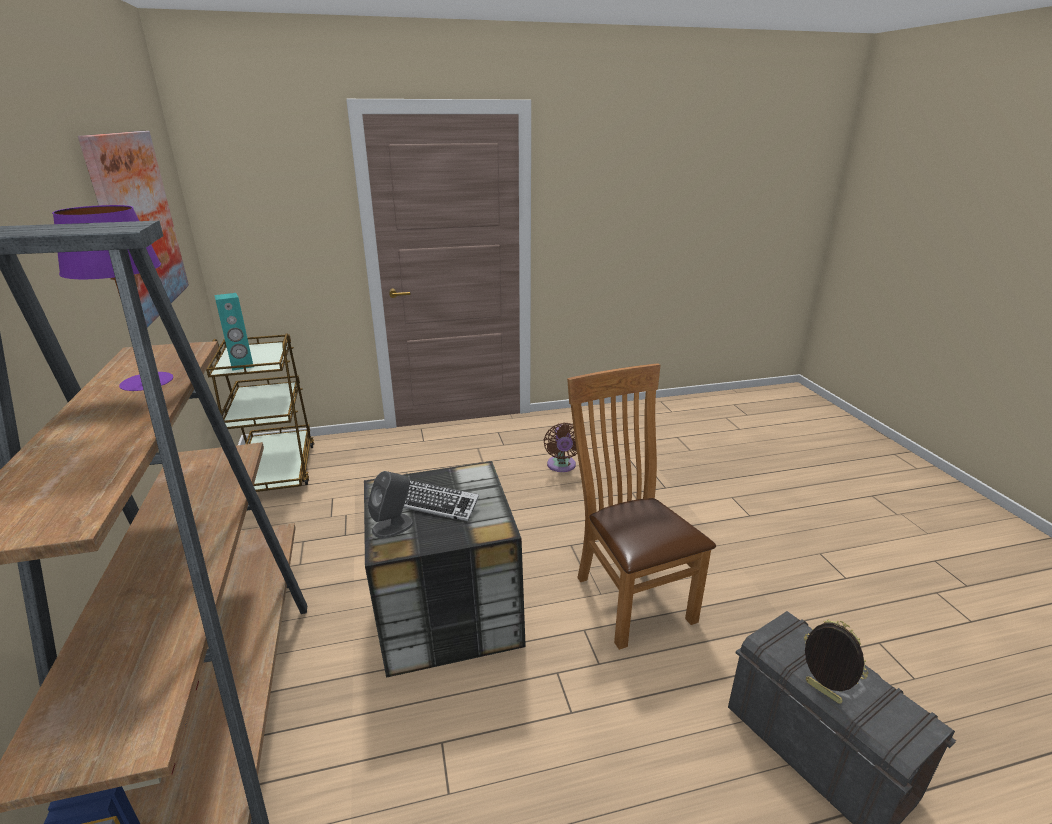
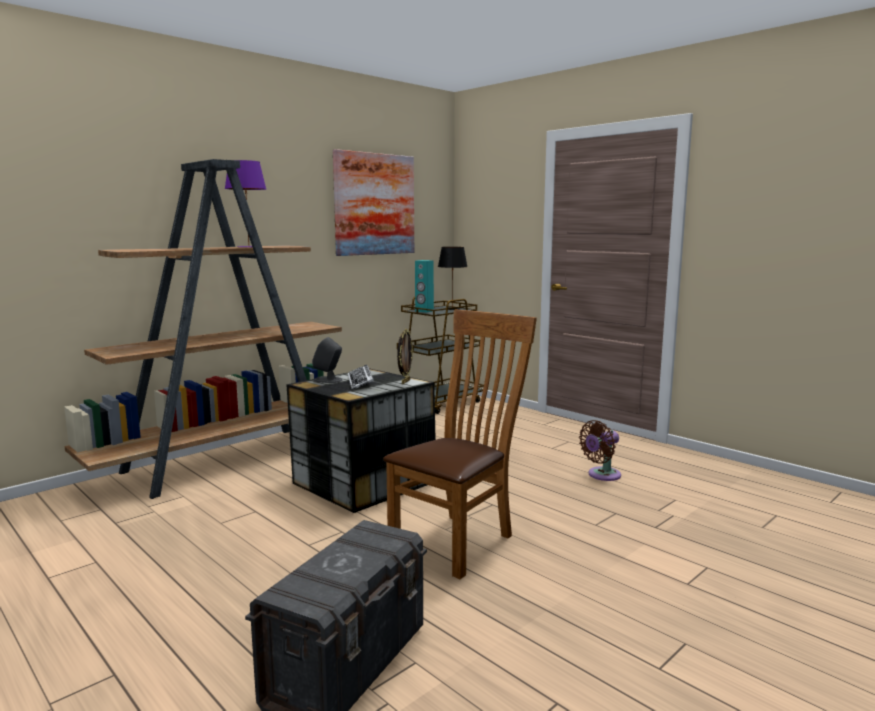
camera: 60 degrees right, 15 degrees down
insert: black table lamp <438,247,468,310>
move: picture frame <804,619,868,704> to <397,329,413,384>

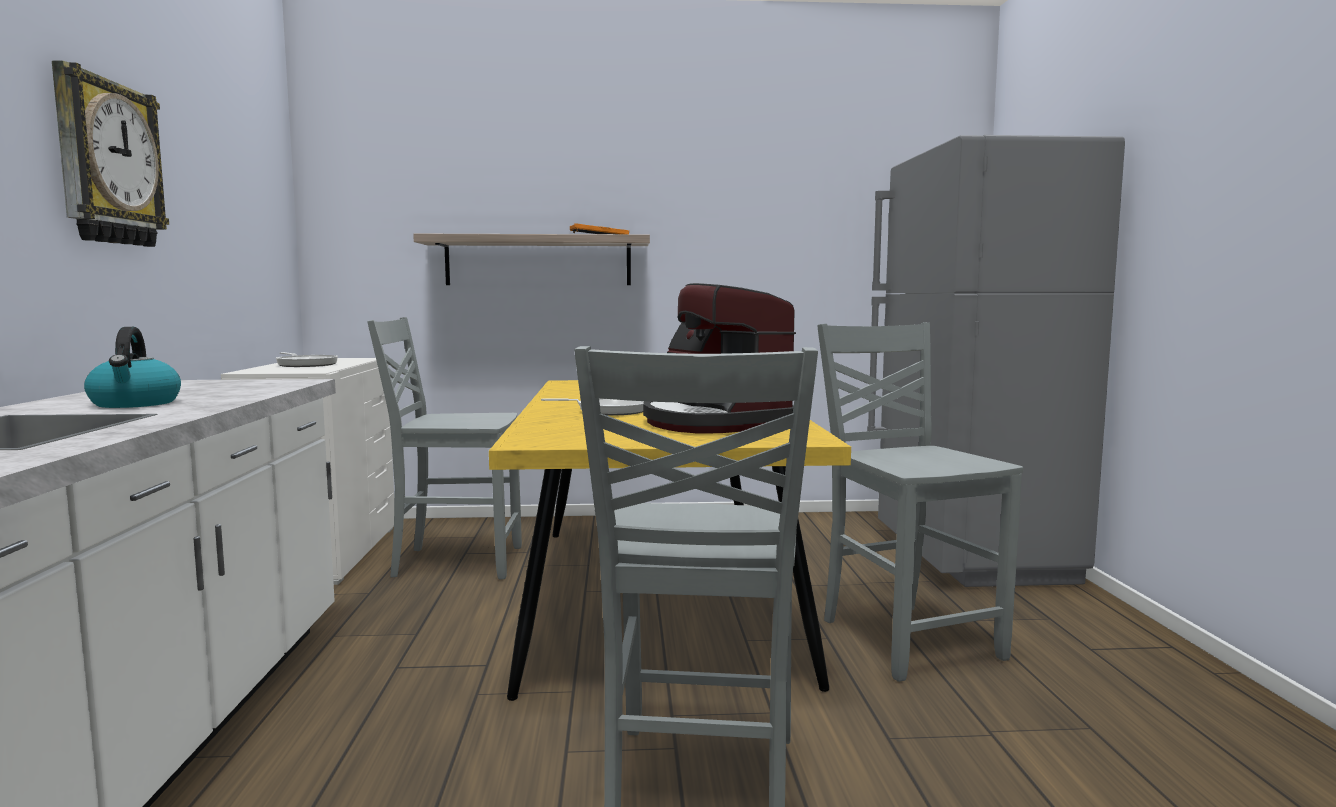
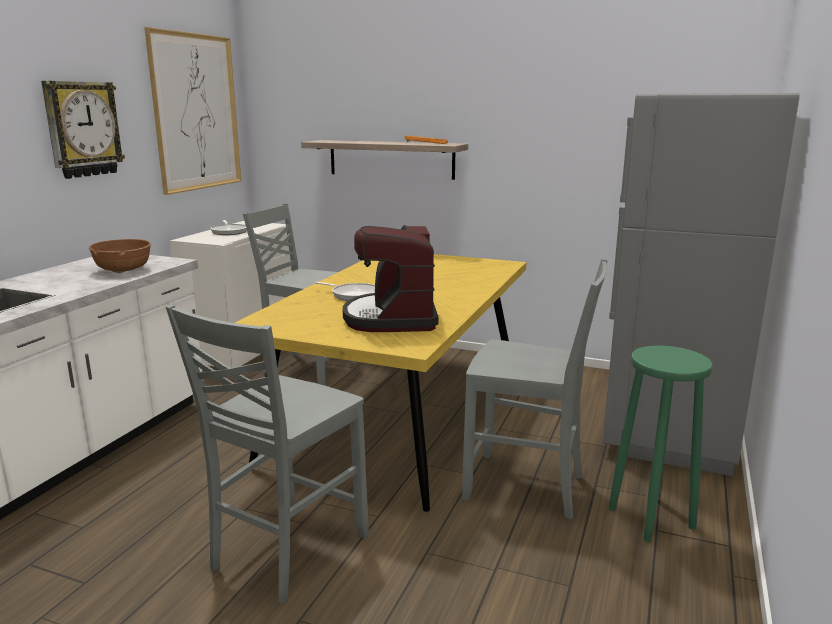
camera: 25 degrees right, 10 degrees up
delete: kettle <84,327,181,408>
insert: picture <144,27,241,195>; brown bowl <89,239,151,273>; green stool <608,346,713,542>
rotate: grey chair <817,322,1023,682> = <462,259,608,520> 105 degrees clockwise

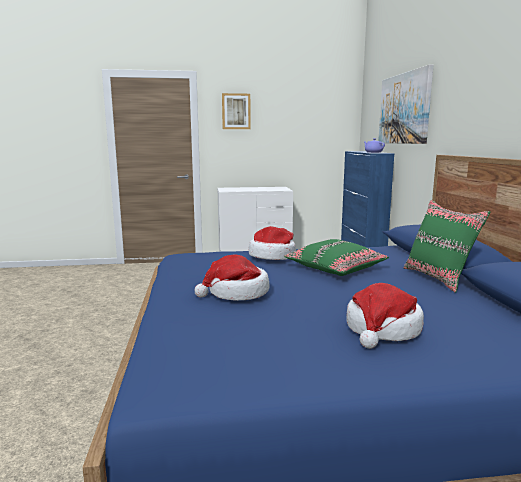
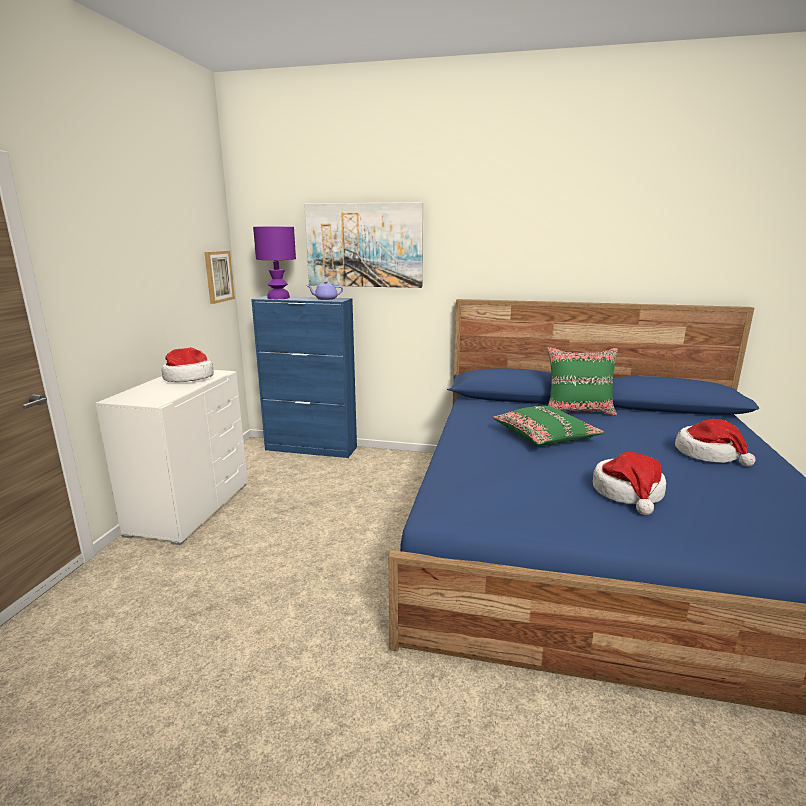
camera: 70 degrees left, 5 degrees up
insert: purple table lamp <253,227,296,299>
move: picture <222,93,251,129> to <204,251,235,304>; hat <249,226,296,260> to <162,347,214,382>

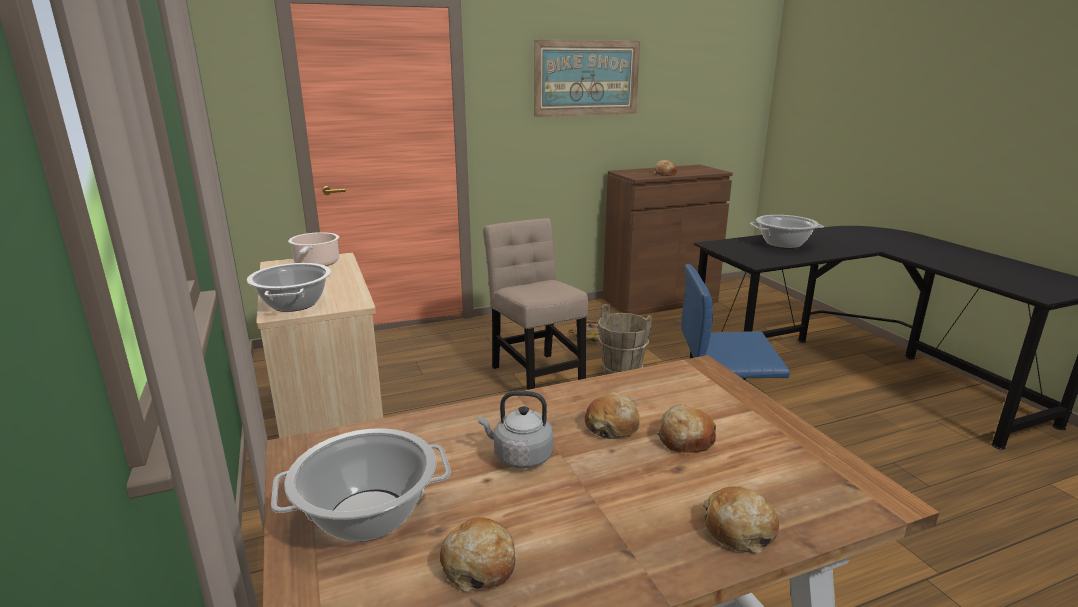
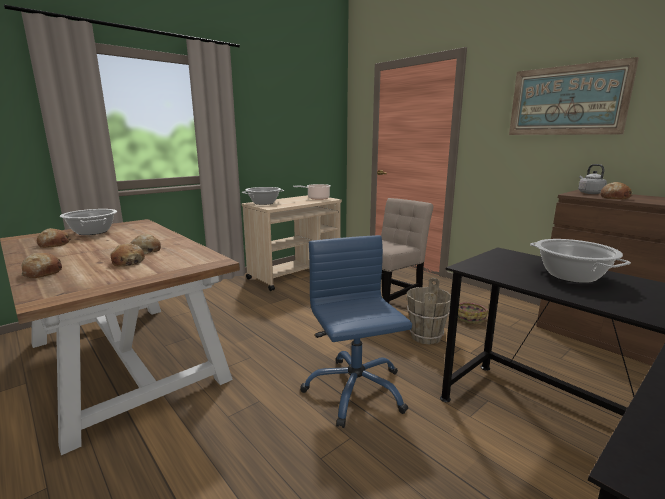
camera: 70 degrees right, 5 degrees down
move: grey kettle <478,391,553,468> to <578,164,607,194>

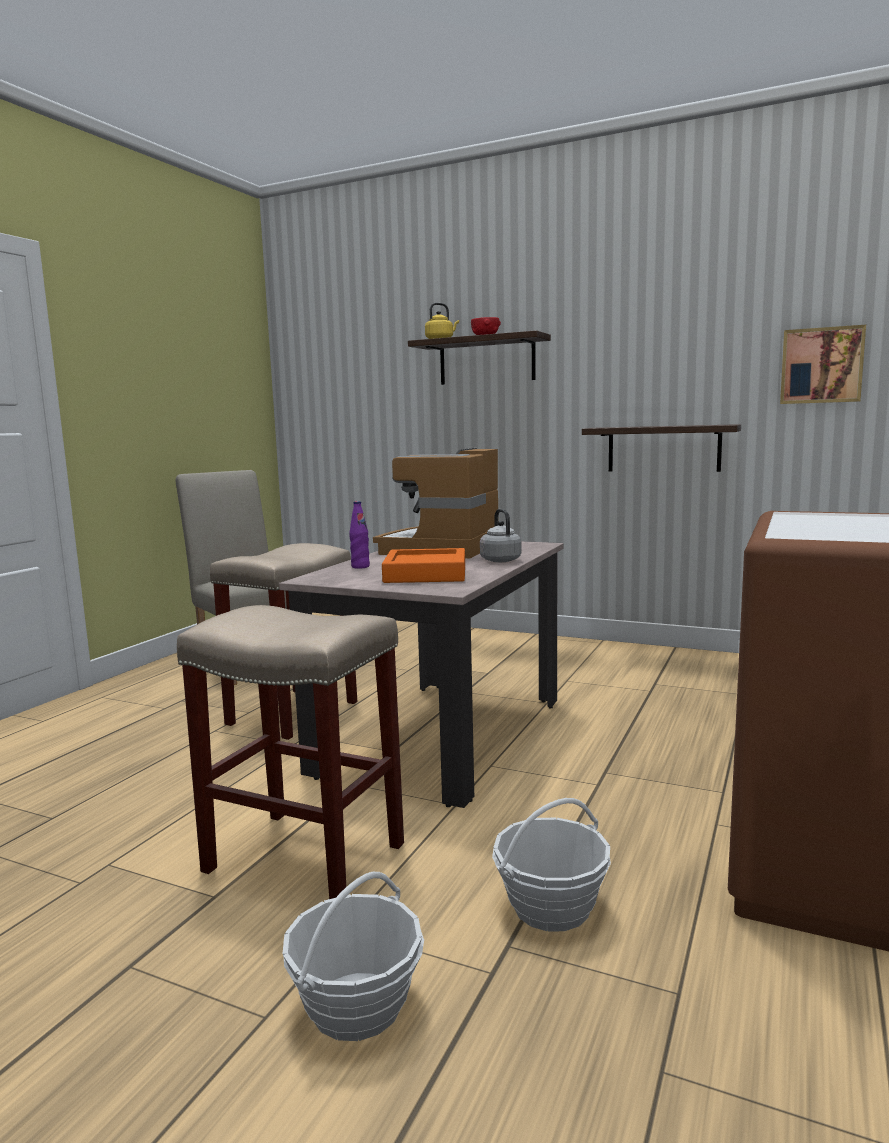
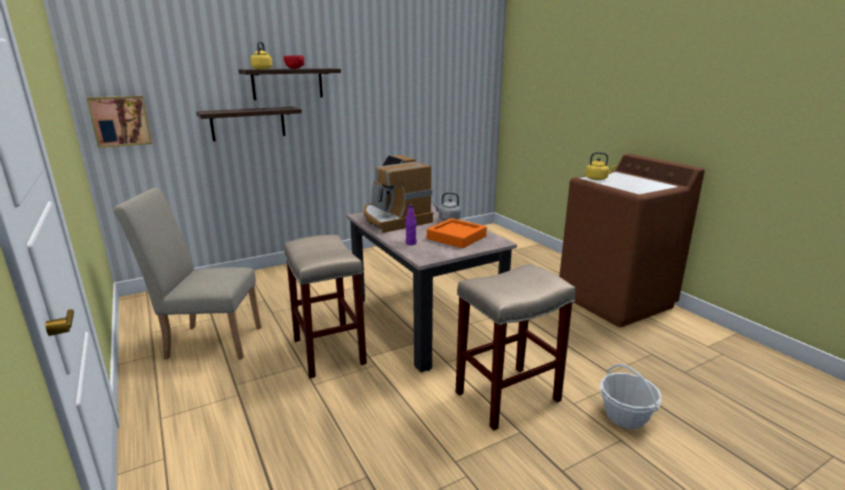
camera: 55 degrees left, 10 degrees up
delete: basket <492,798,611,931>
insert: yellow kettle <585,152,617,180>
move: picture <780,325,866,404> to <87,96,152,148>; shelf <582,424,741,472> to <196,107,302,141>

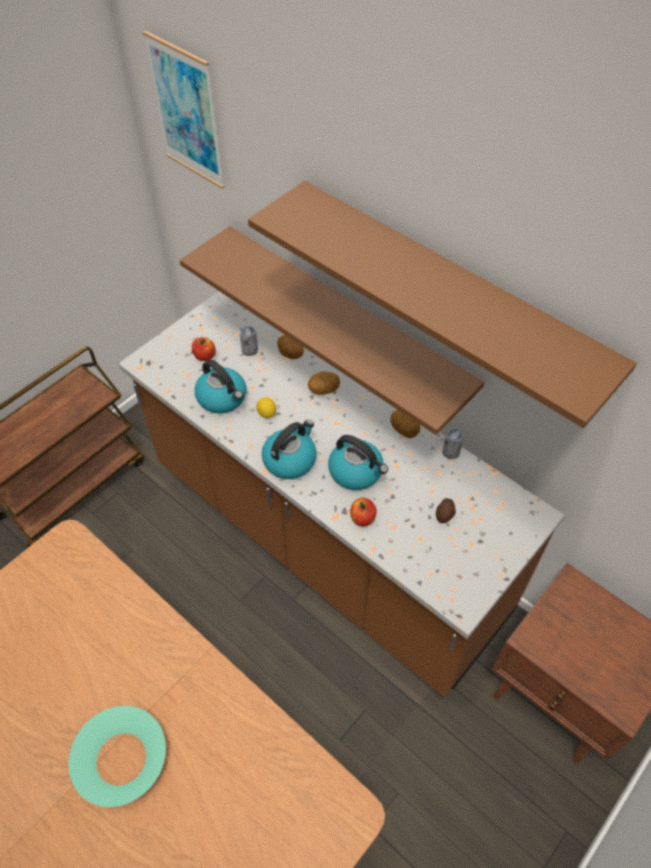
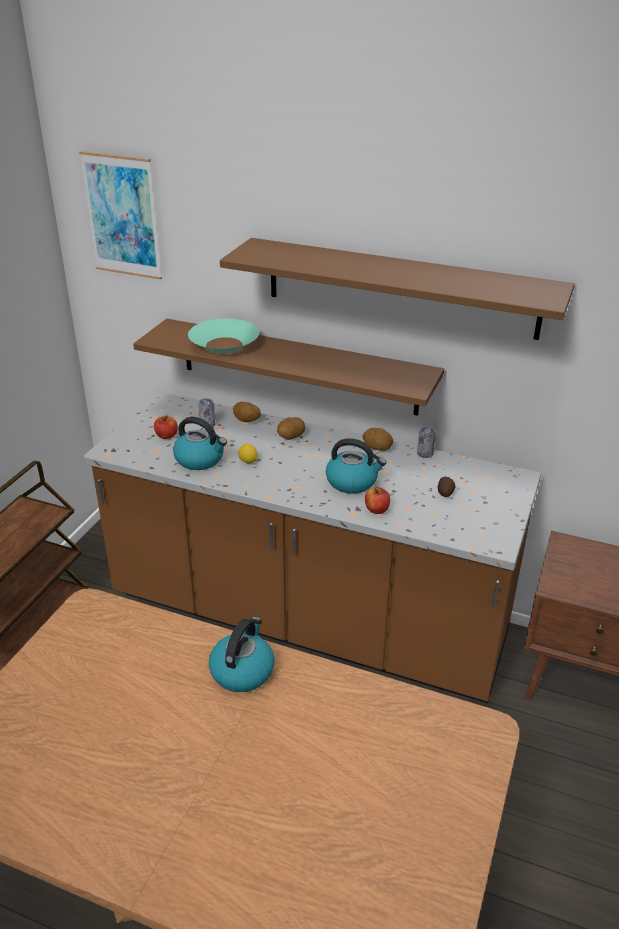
camera: 20 degrees left, 20 degrees down
move: kettle <262,420,317,479> to <209,617,274,692>; turquoise bowl <69,706,166,807> to <188,319,259,353>

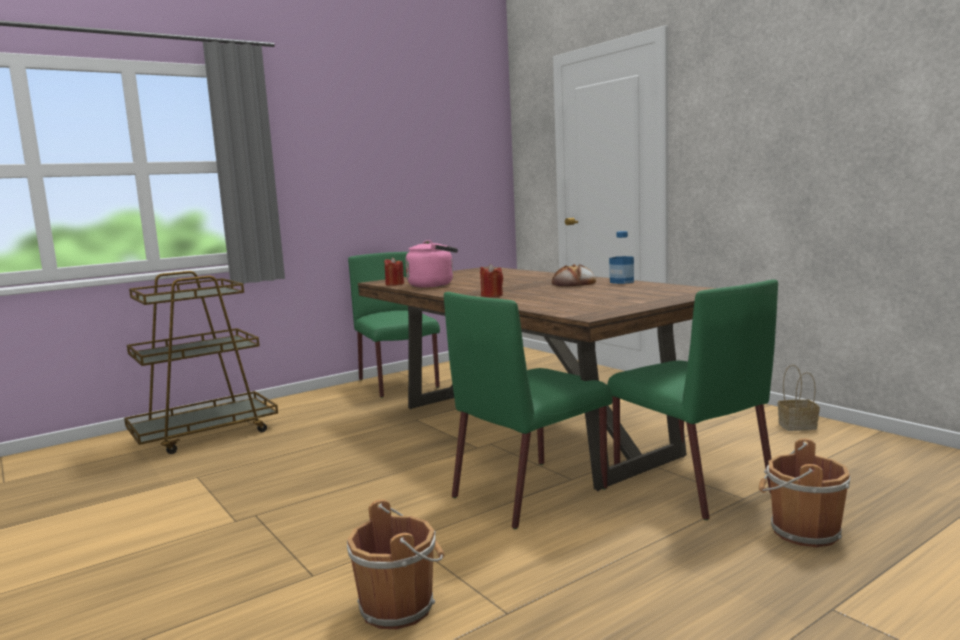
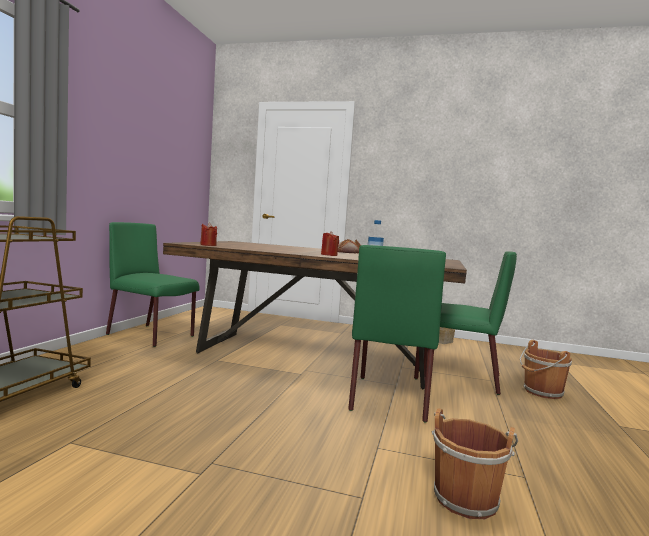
camera: 40 degrees left, 5 degrees down
delete: pink kettle <406,240,458,288>

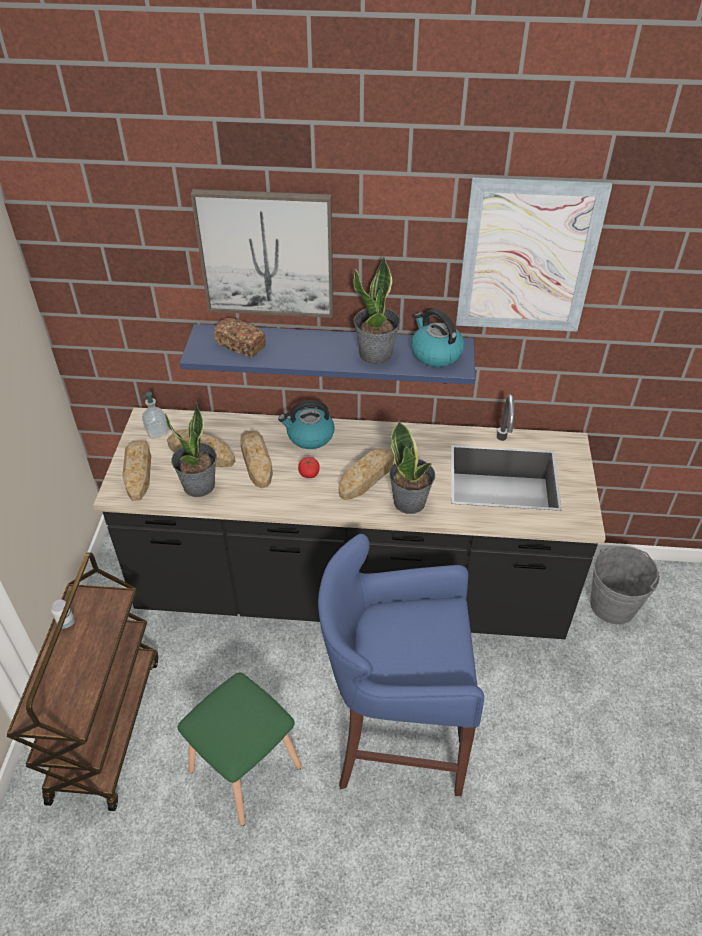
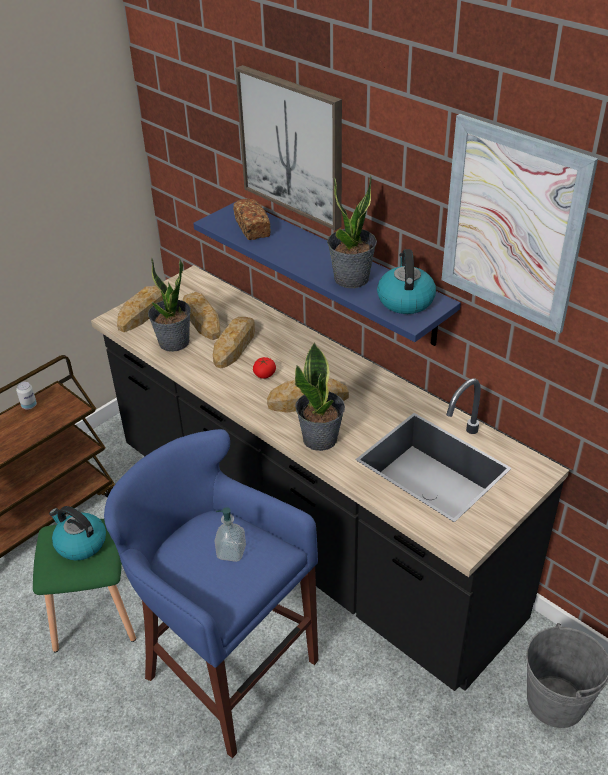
camera: 40 degrees right, 5 degrees down
move: soap dispenser <141,392,169,439> to <215,507,246,562>; kettle <278,400,335,449> to <49,506,106,561>

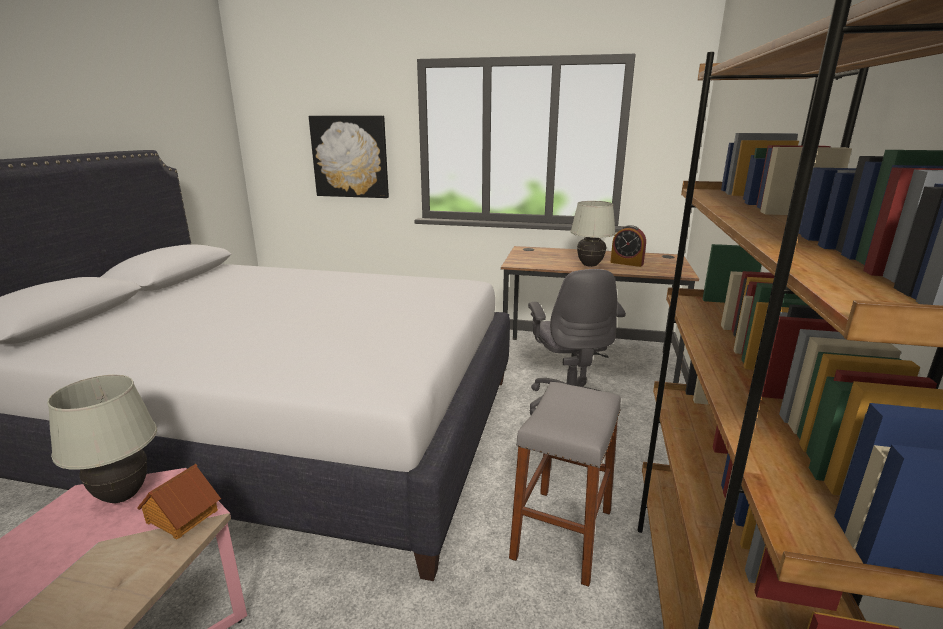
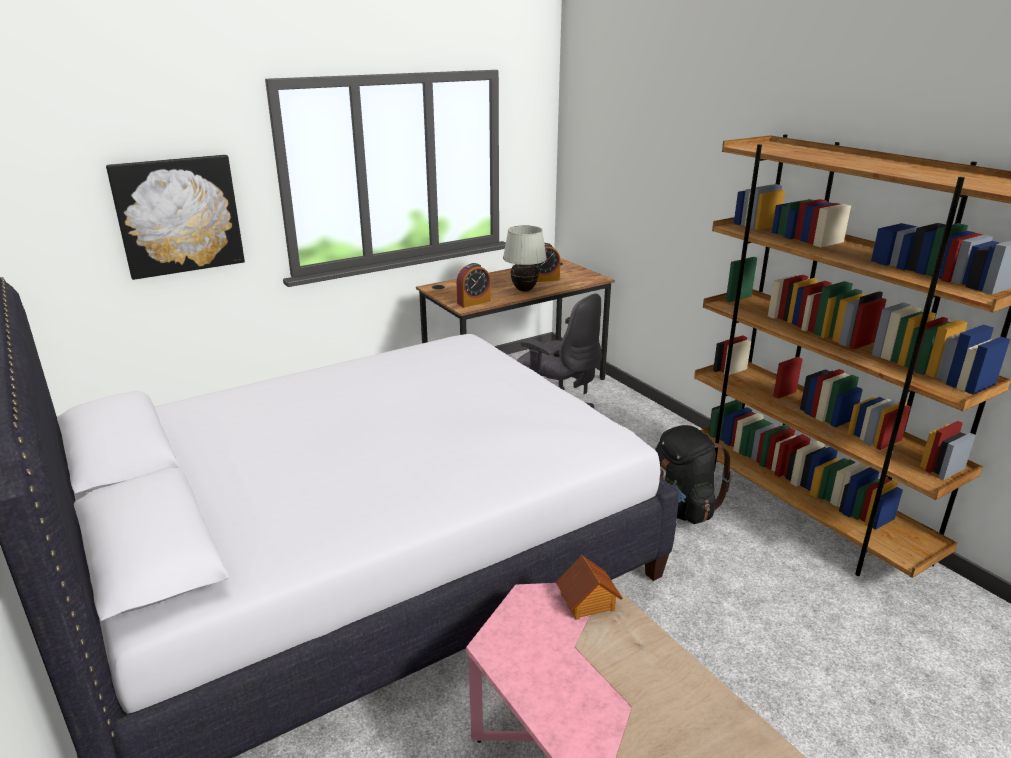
camera: 45 degrees left, 5 degrees up
delete: white table lamp <47,375,157,503>
insert: alarm clock <457,263,491,307>
replace: grey stool <509,382,621,587> to black backpack <655,425,732,524>

